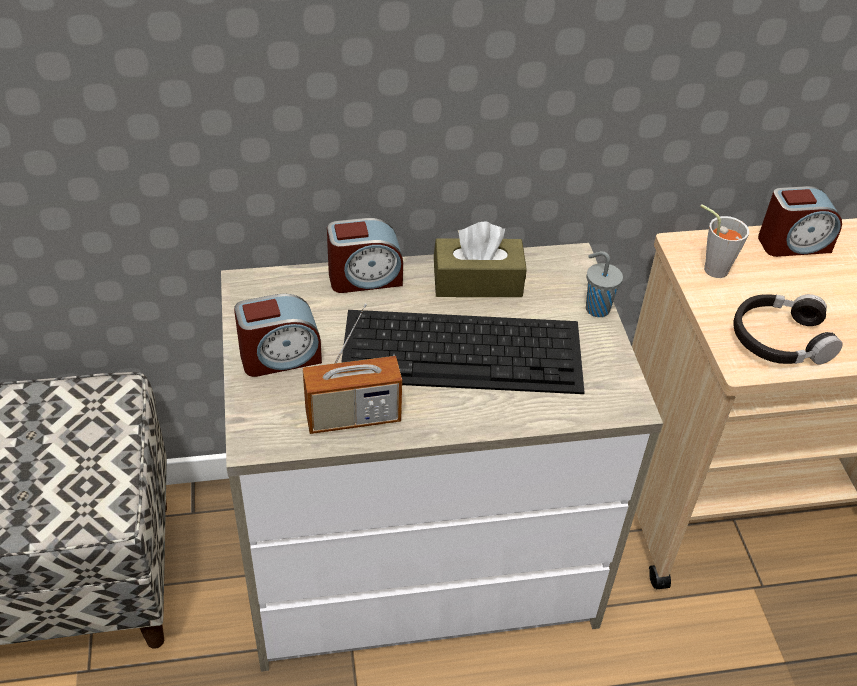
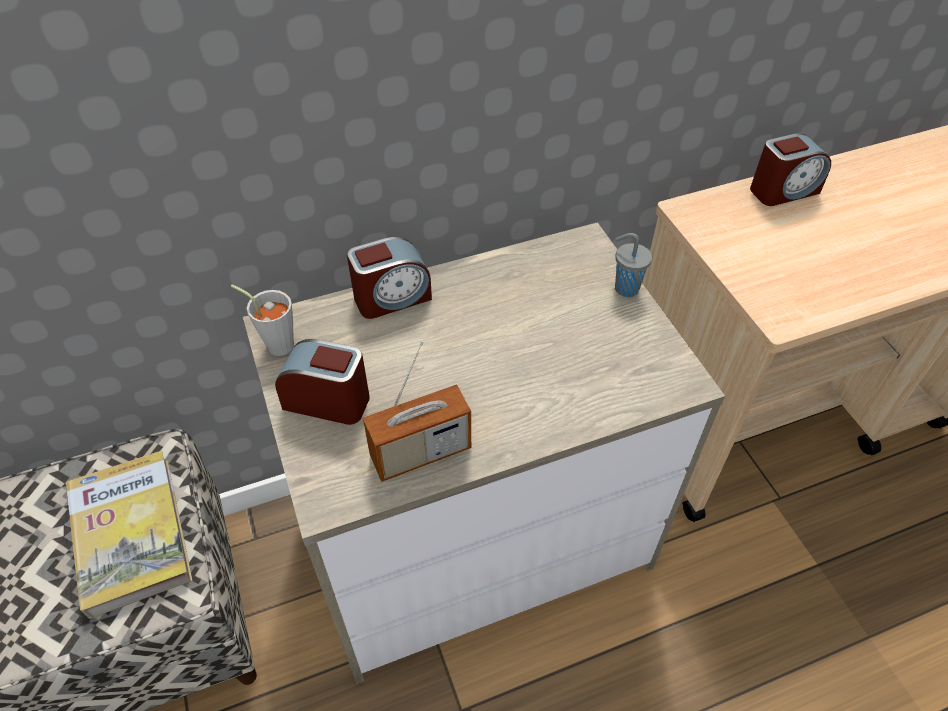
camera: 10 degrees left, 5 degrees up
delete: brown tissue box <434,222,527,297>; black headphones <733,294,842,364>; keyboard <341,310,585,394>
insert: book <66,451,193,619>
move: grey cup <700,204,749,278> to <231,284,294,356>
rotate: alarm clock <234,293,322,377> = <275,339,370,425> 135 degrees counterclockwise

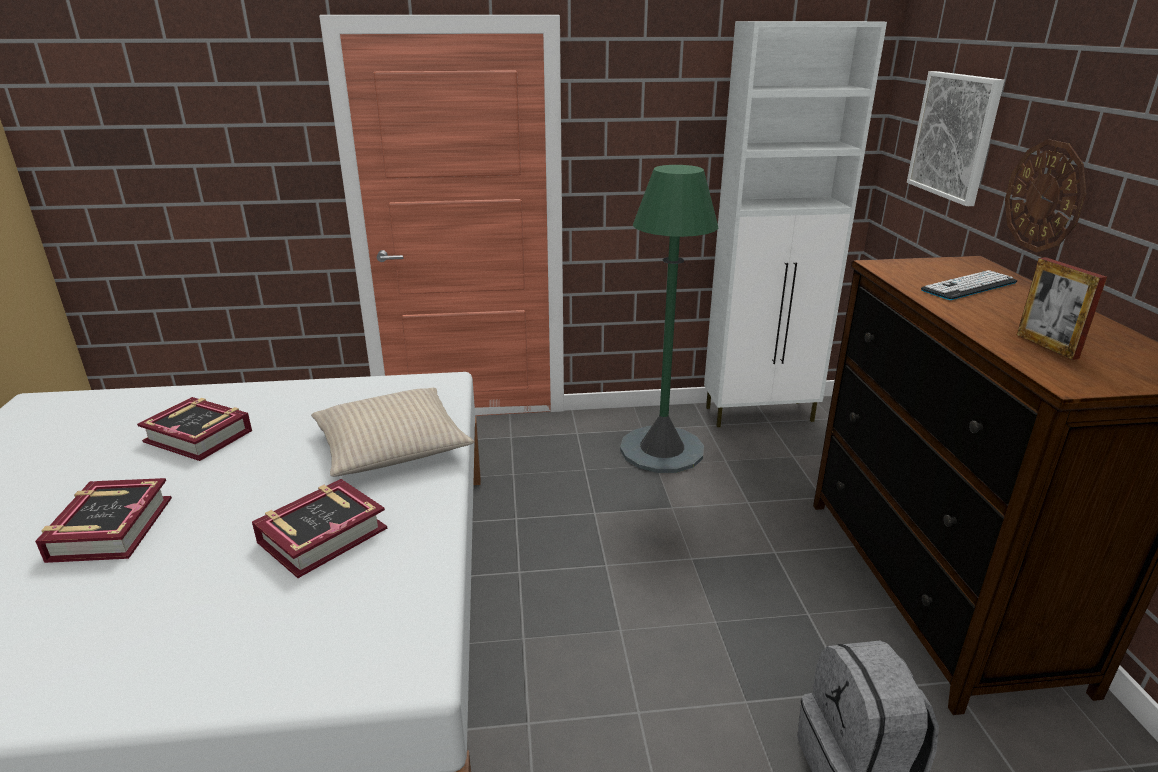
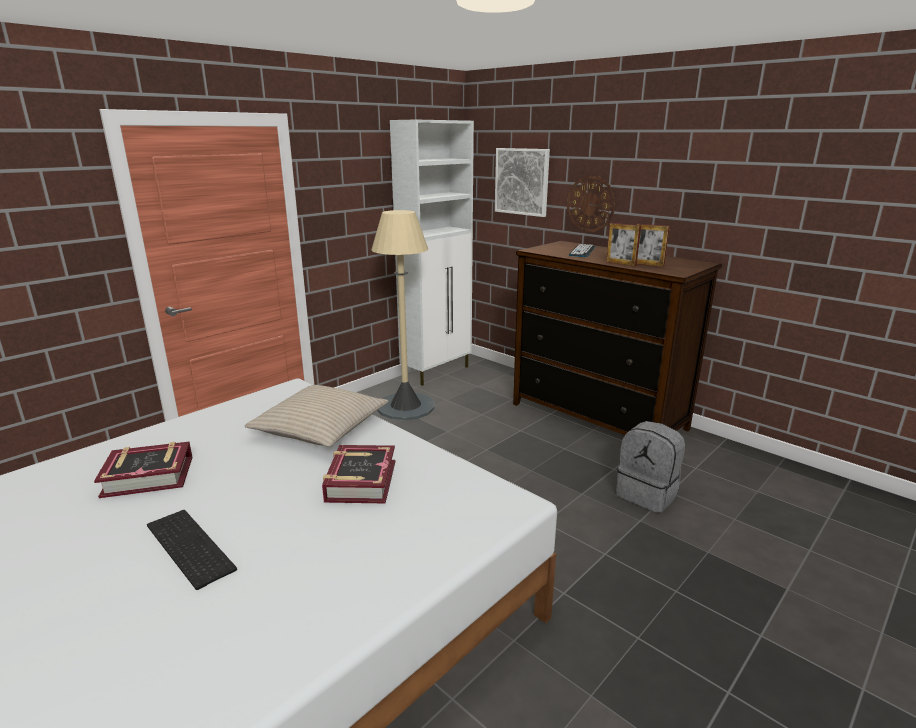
camera: 40 degrees left, 5 degrees down
insert: picture frame <606,223,641,266>
replace: book <35,478,172,563> to keyboard <147,510,237,590>
recolor: green floor lamp <620,165,718,473> to beige floor lamp <372,210,434,420>

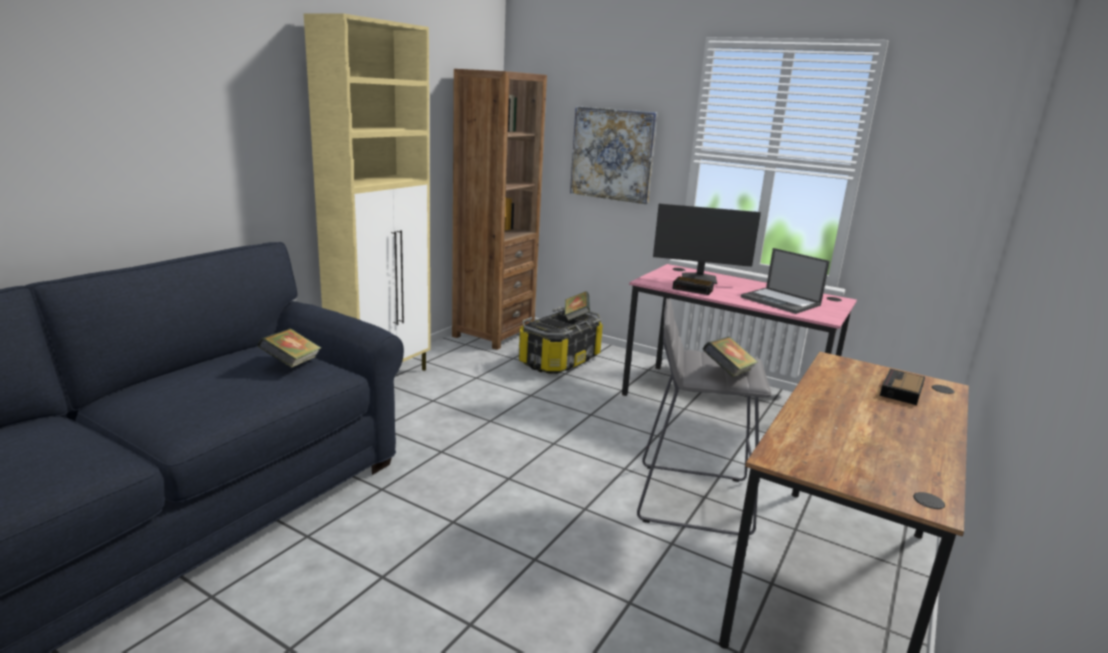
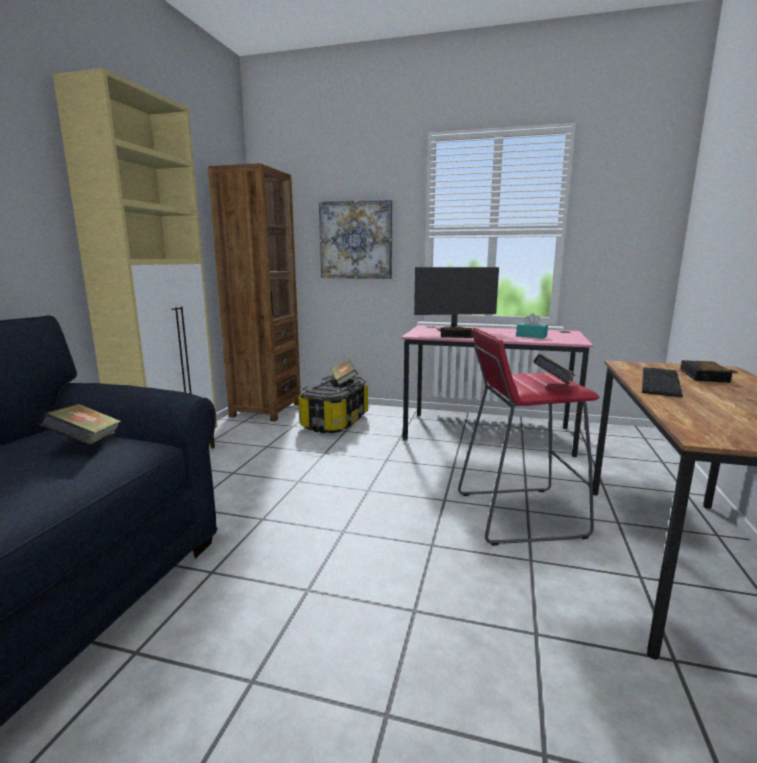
camera: 15 degrees left, 5 degrees down
insert: keyboard <642,367,683,398>
replace: laptop <741,248,830,314> to turquoise tissue box <516,313,548,339>
recolor: grey stool <637,298,772,535> to red stool <458,328,599,546>

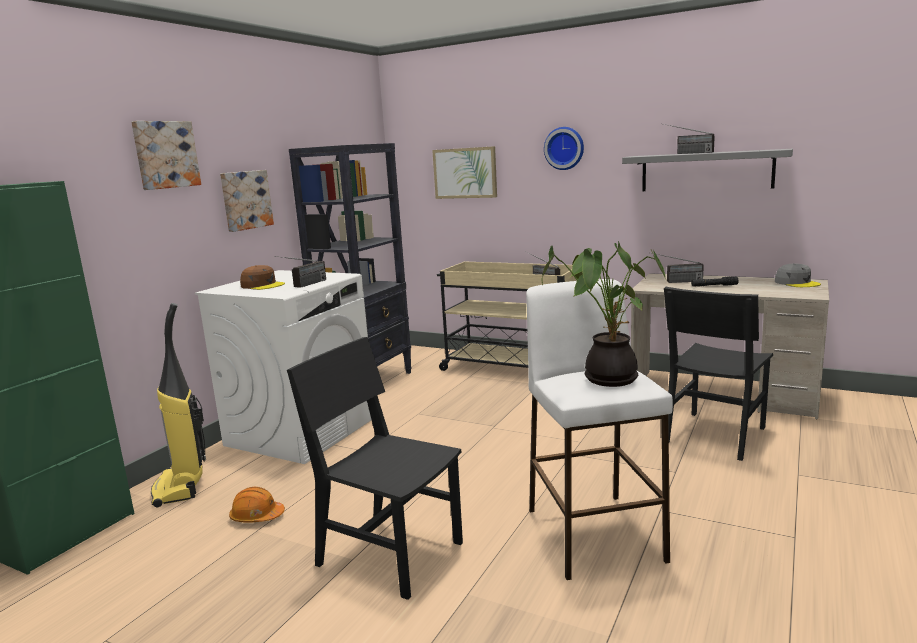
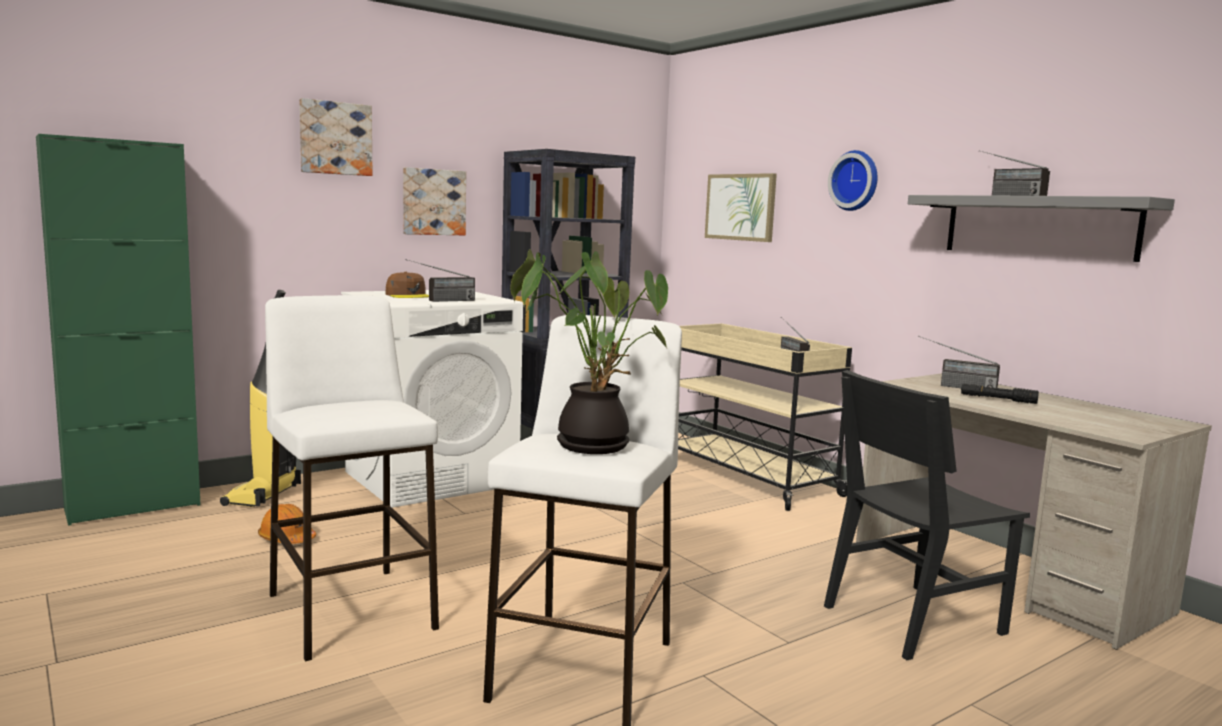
camera: 25 degrees right, 5 degrees down
delete: grey cap <775,264,821,287>
replace: black chair <287,337,463,600> to white stool <265,295,439,661>

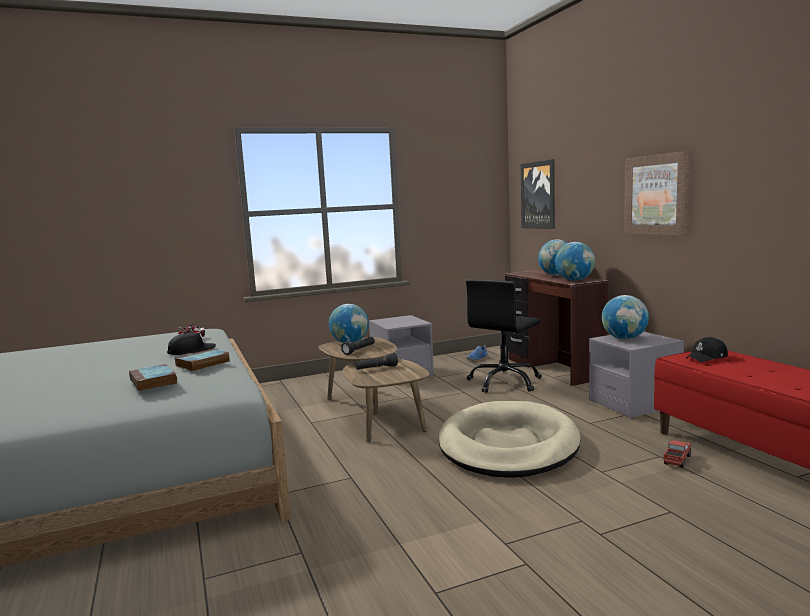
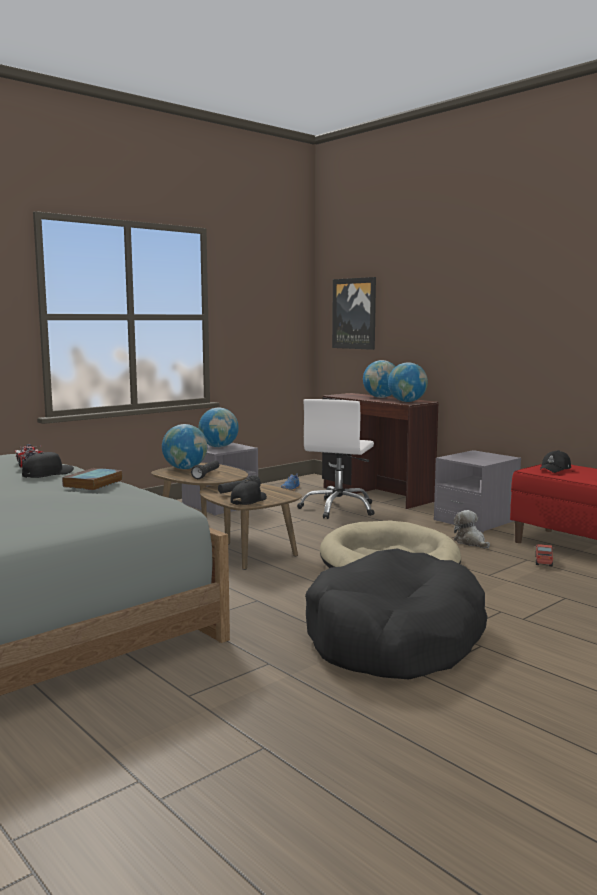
camera: 20 degrees left, 0 degrees up
delete: picture <624,151,691,236>; book <129,364,177,391>
insert: black cap <230,481,267,505>; plush toy <454,510,490,548>; black dog bed <305,548,488,679>
move: globe <602,295,649,339> to <199,408,239,447>
recolor: black office chair <466,279,542,393> to white office chair <297,399,375,519>

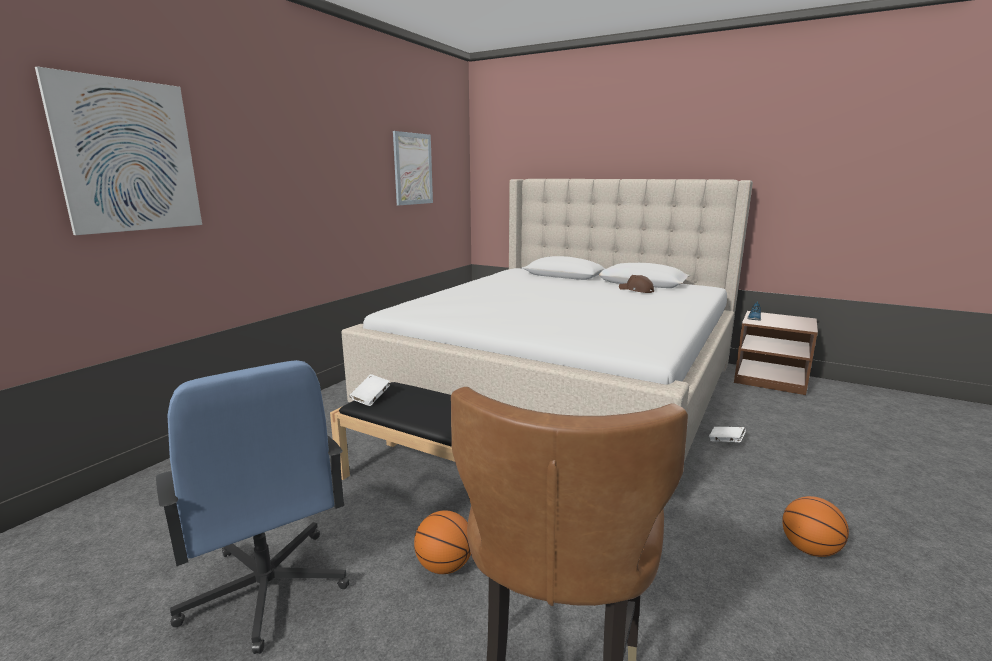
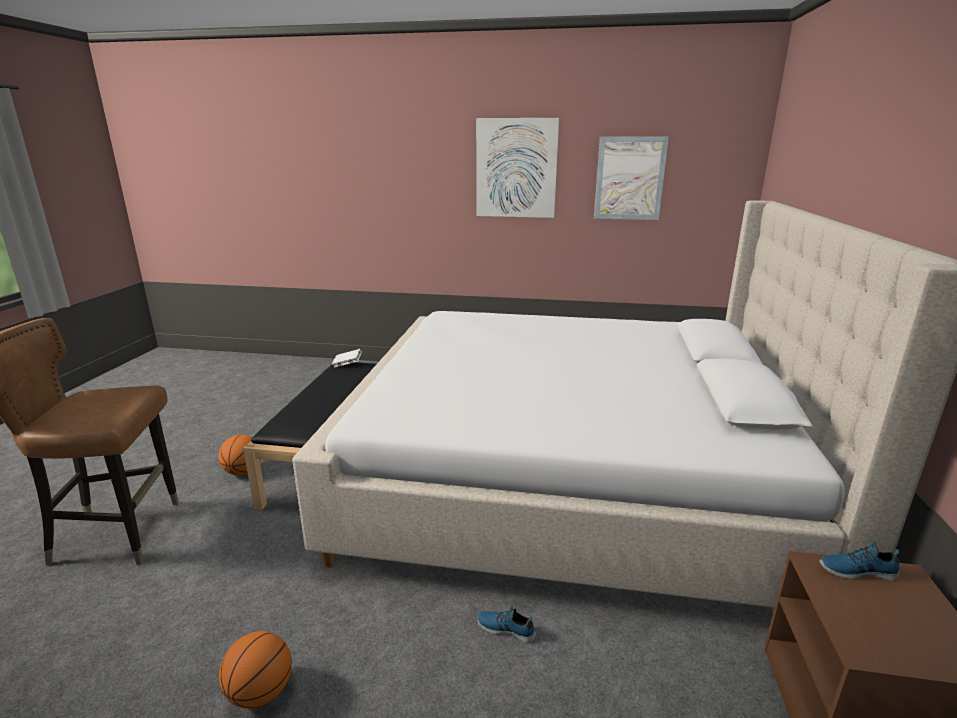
camera: 70 degrees right, 5 degrees up
delete: brown cap <619,275,654,293>; blue office chair <156,360,349,654>
move: picture <35,67,202,235> to <476,118,559,218>
replace: white book <709,427,746,442> to shoe <477,606,536,643>

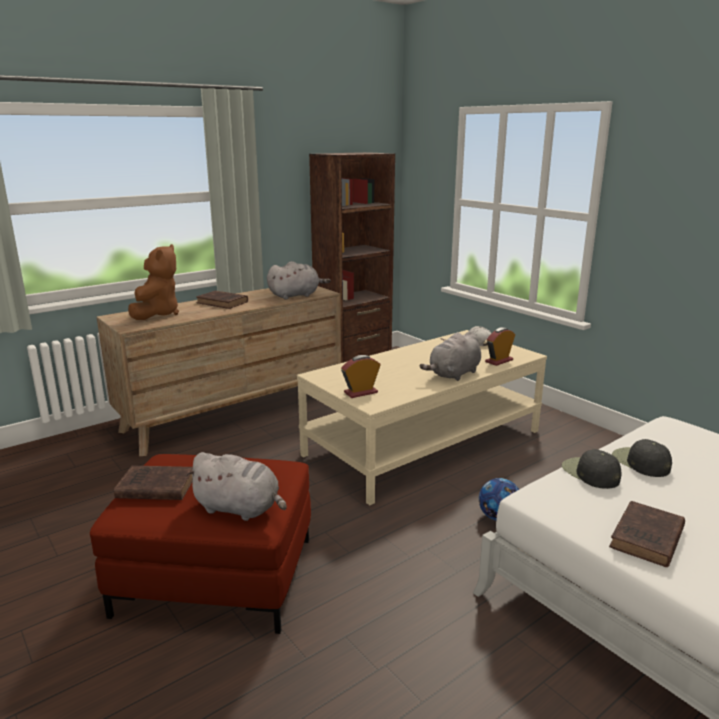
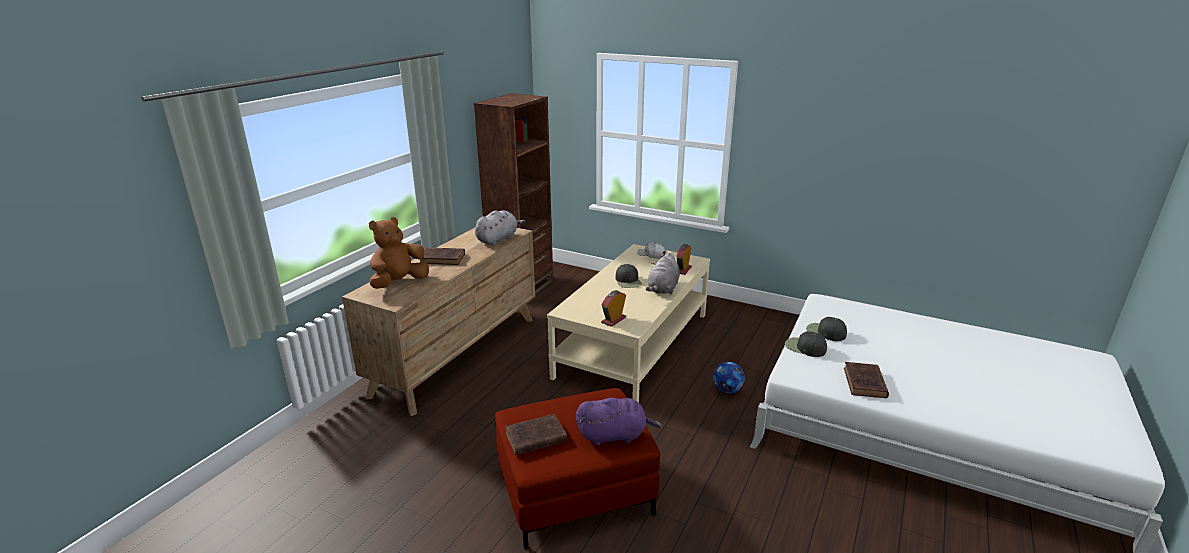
camera: 25 degrees left, 5 degrees up
insert: black cap <616,264,642,288>
recolor: grey plush toy <186,452,287,521> to purple plush toy <576,398,662,445>
rotate: brown plush toy <128,244,179,320> = <369,217,429,289> 120 degrees counterclockwise

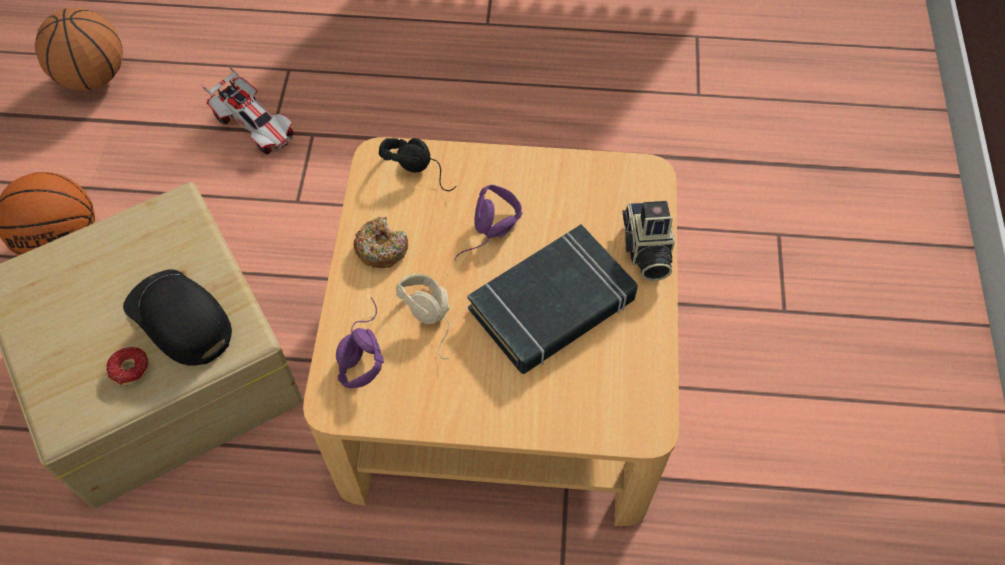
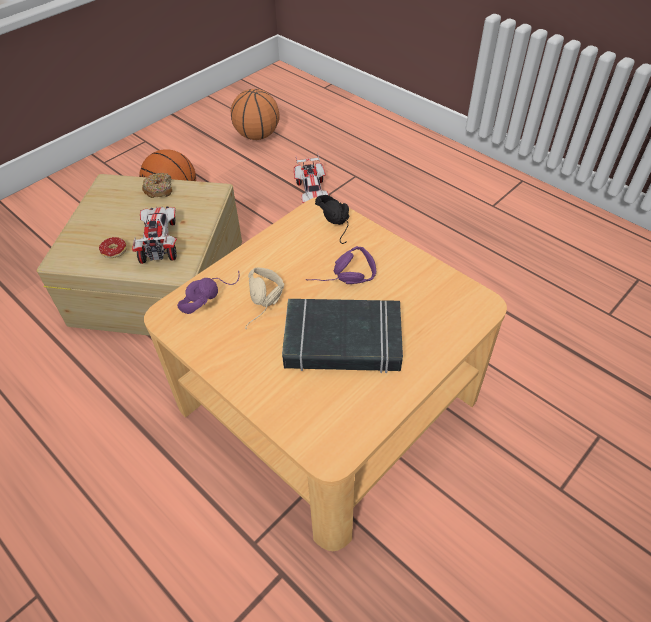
camera: 40 degrees right, 10 degrees down
delete: photo camera <622,201,675,281>
move: donut <354,217,408,268> to <142,173,172,198>
replace: black cap <123,269,232,366> to toy car <132,206,177,264>

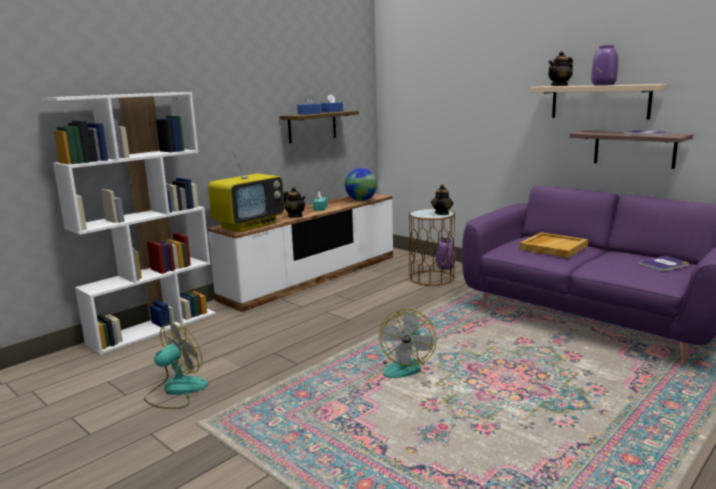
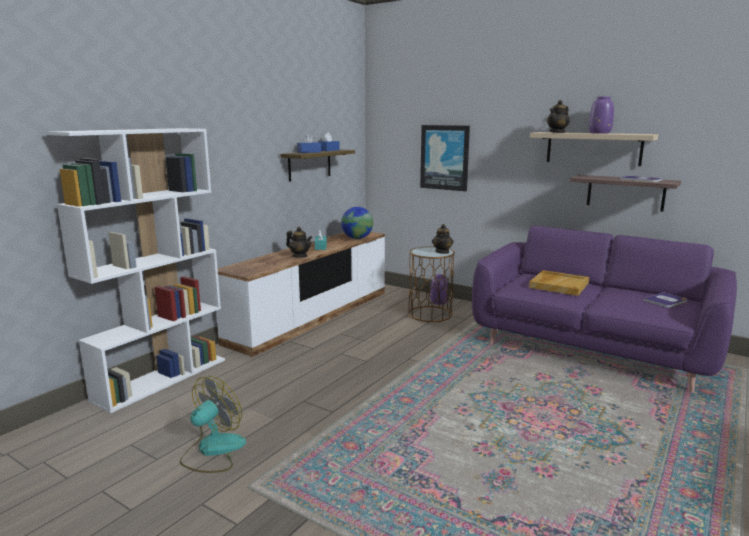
camera: 10 degrees left, 0 degrees up
delete: television <208,148,284,232>; fan <379,309,437,378>
insert: picture <420,125,470,191>

